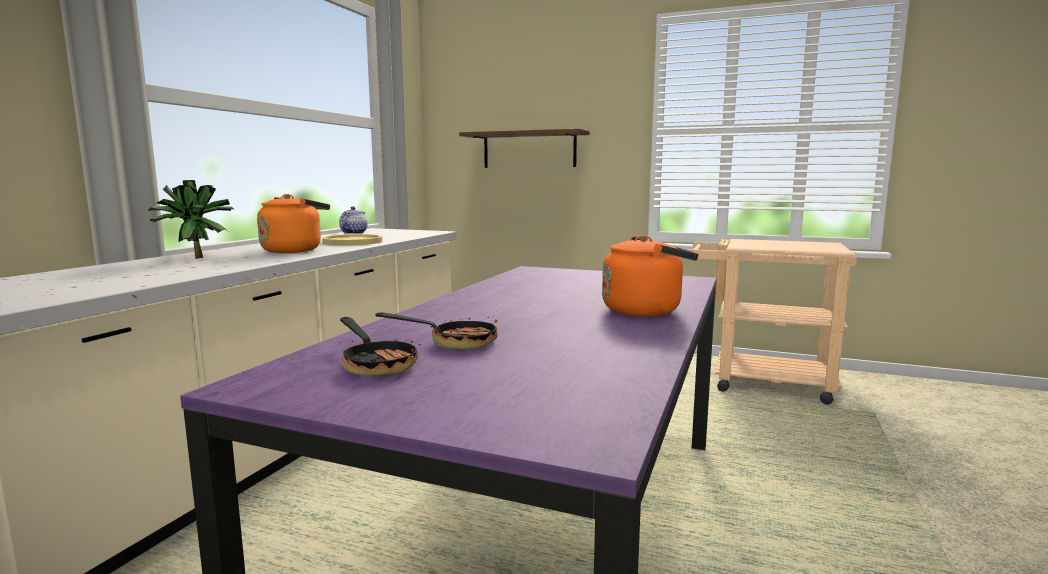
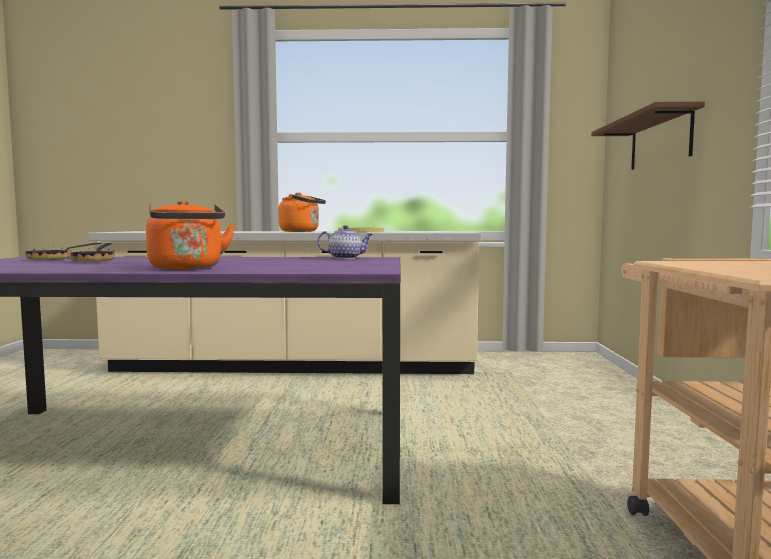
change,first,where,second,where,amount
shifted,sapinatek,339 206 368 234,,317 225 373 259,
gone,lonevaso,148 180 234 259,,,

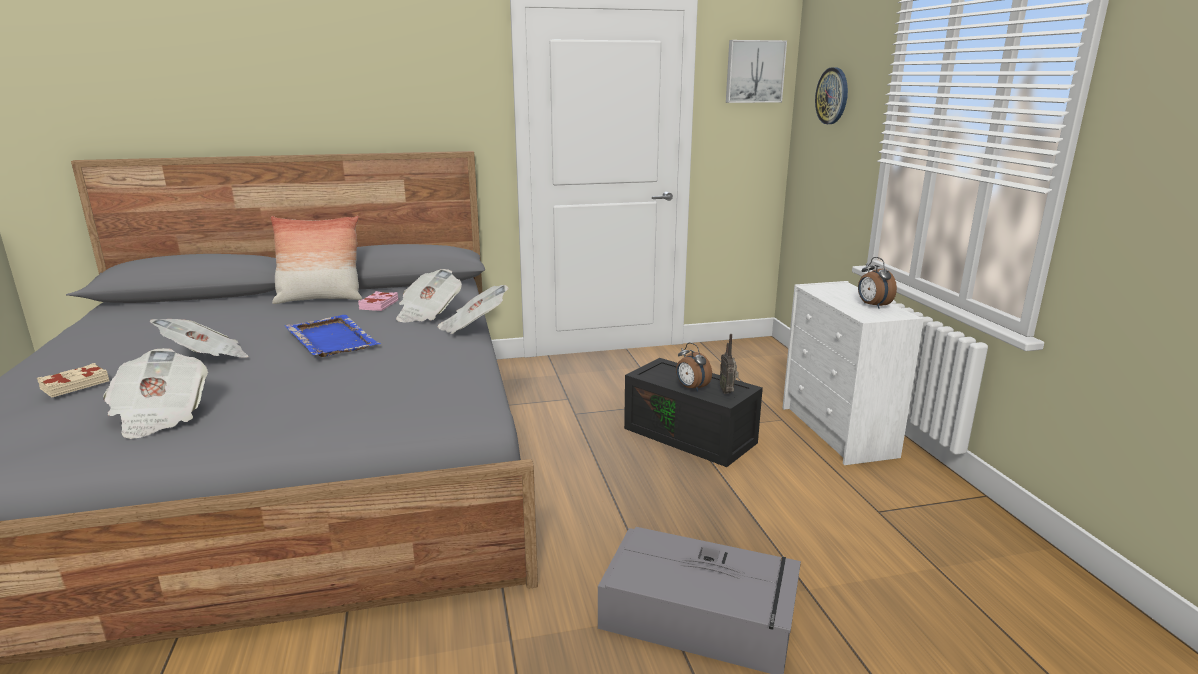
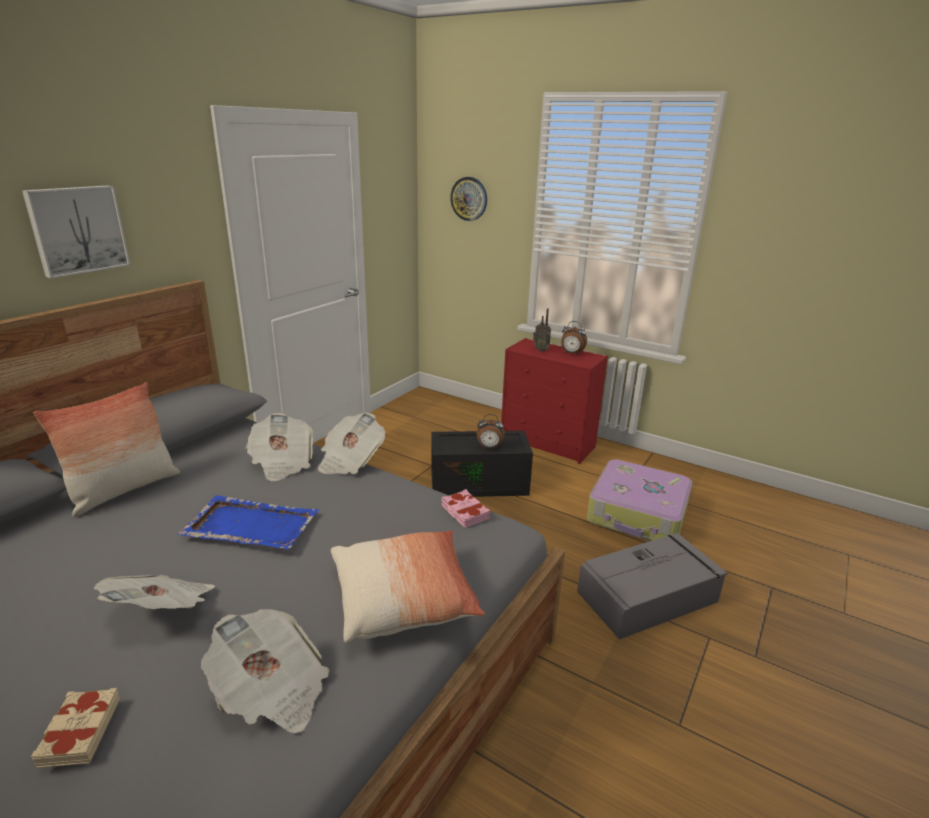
change,first,where,second,where,amount
shifted,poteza,726 40 787 103,,22 185 130 278,
new,,,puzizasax,331 531 485 643,
shifted,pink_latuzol,358 291 398 311,,442 489 490 528,
repainted,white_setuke,783 281 924 465,red_setuke,501 338 608 464,
shifted,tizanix,720 334 739 394,,533 308 551 352,
new,,,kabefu,587 459 692 541,

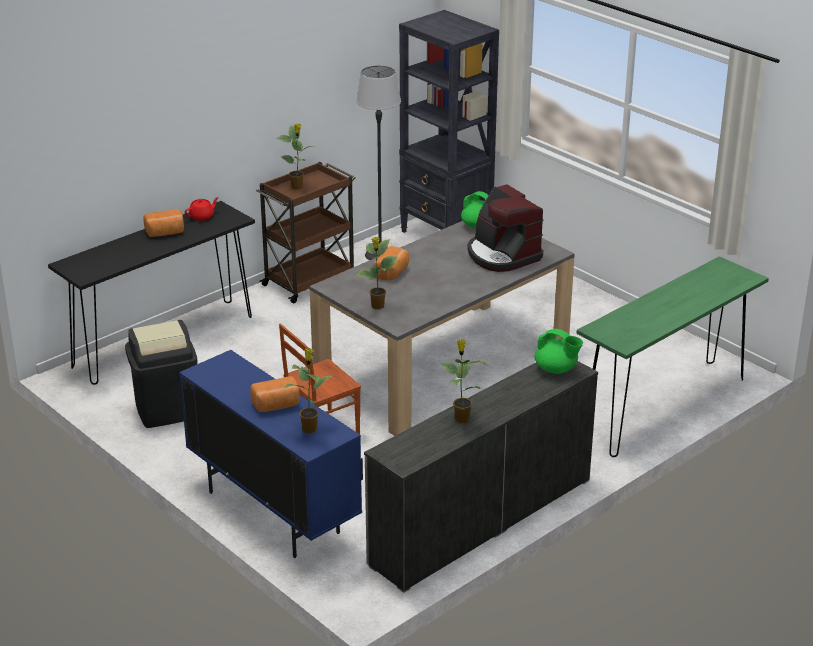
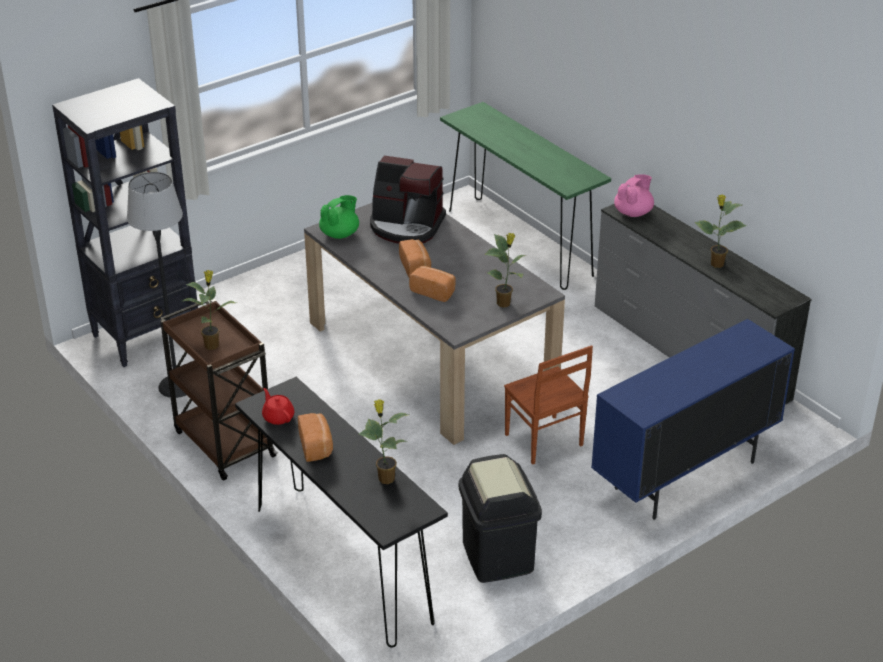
change,first,where,second,where,amount
shifted,lonevaso,284 348 333 433,,359 399 408 484,
rotated,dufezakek,468 184 543 272,,370 156 446 243,45 degrees clockwise
shifted,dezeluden,250 376 300 412,,399 239 431 278,
repainted,green_sapinatek,535 329 583 374,pink_sapinatek,614 174 654 217,

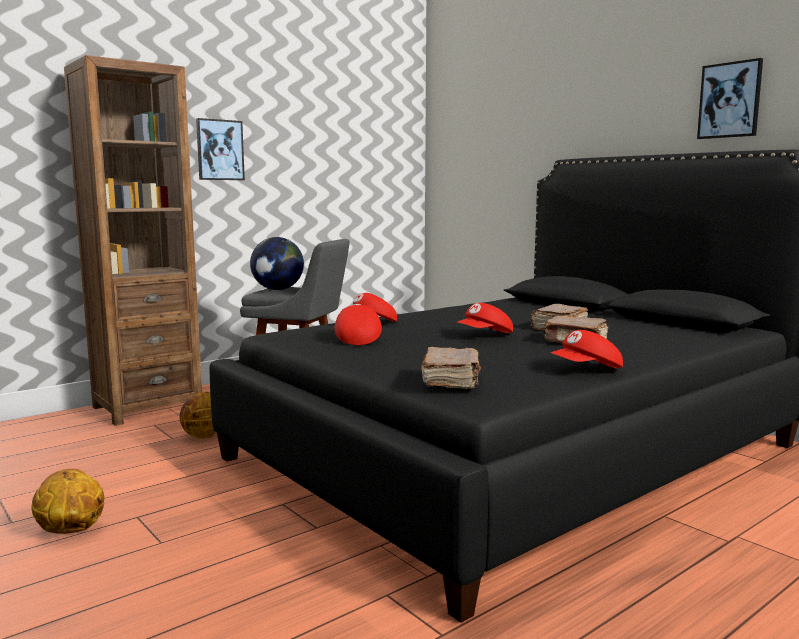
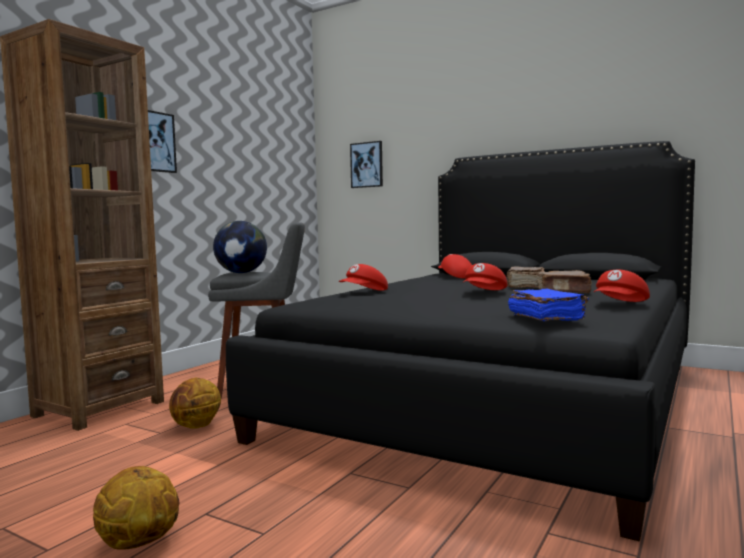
change,first,where,second,where,amount
shifted,poteza,697 58 763 139,,350 141 383 188,
shifted,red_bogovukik,334 304 382 345,,438 254 472 279,
repainted,brown_latuzol,421 347 481 389,blue_latuzol,508 289 589 321,

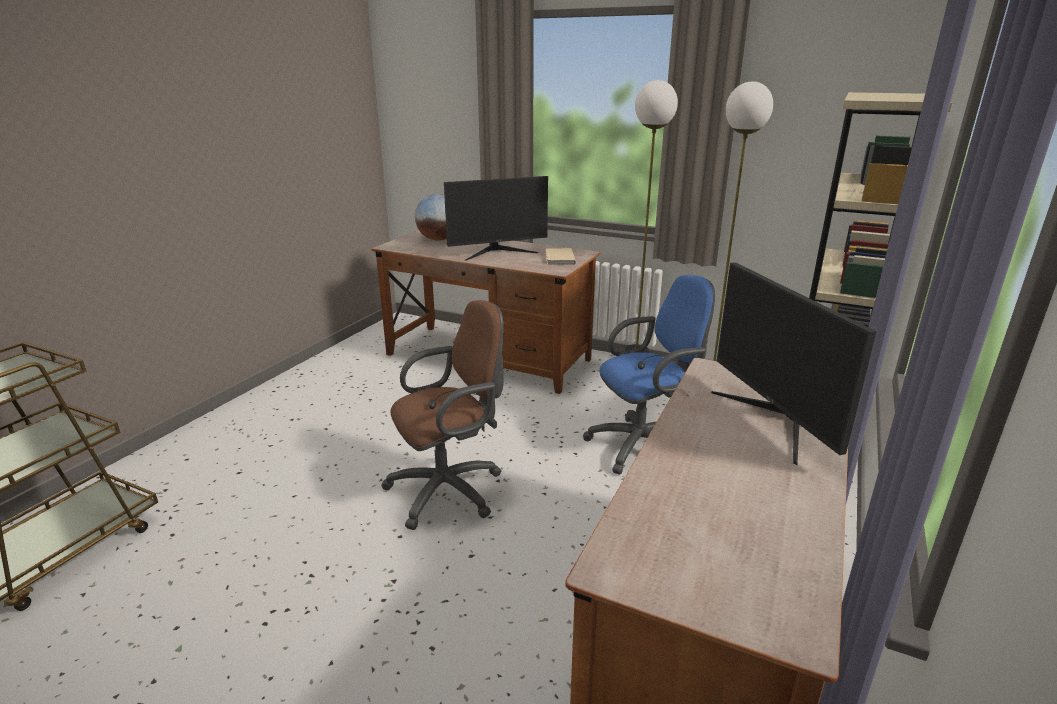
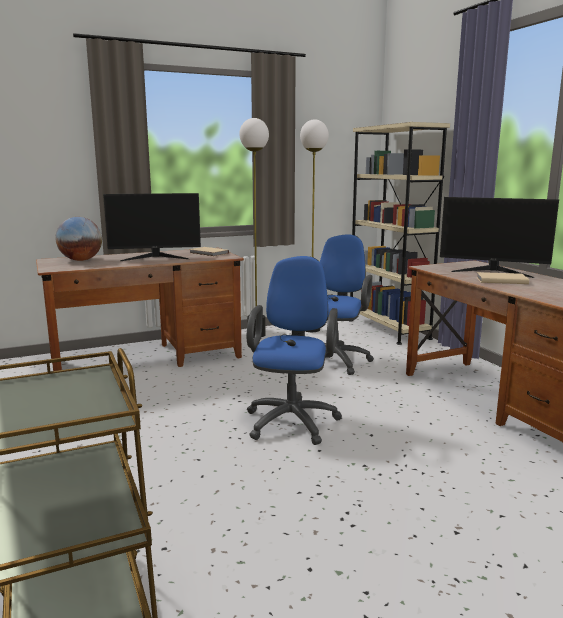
change,first,where,second,where,amount
rotated,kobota,444 176 548 261,,103 193 201 261,60 degrees clockwise
repainted,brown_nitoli,381 300 504 530,blue_nitoli,247 256 342 445,
new,,,beige_latuzol,477 272 529 284,

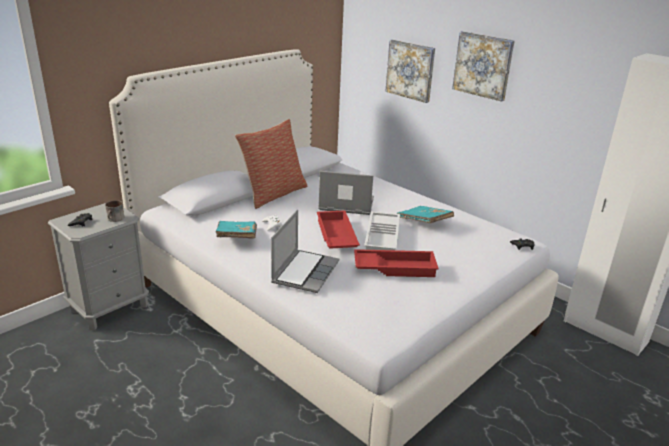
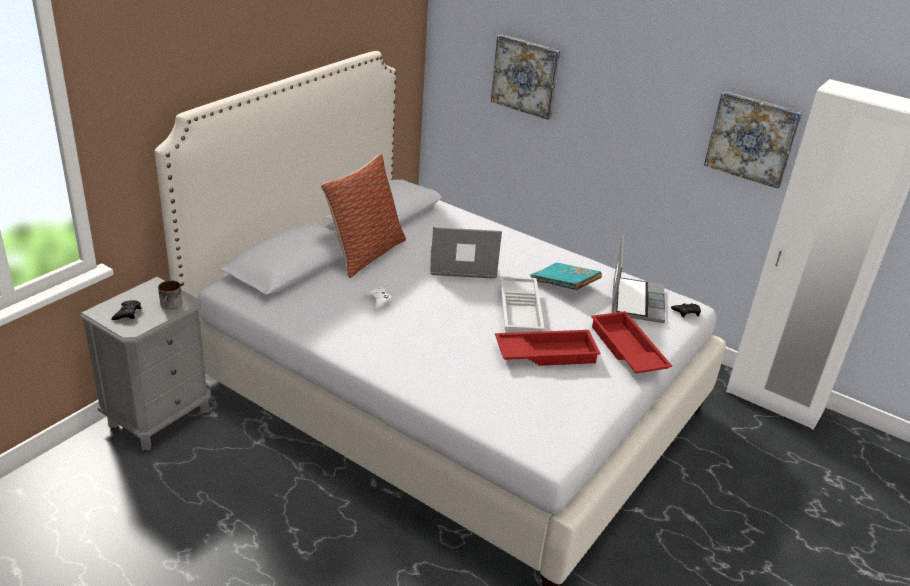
change,first,where,second,where,amount
shifted,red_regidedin,317 210 360 249,,591 311 672 374,
shifted,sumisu,271 210 339 293,,611 234 665 323,
shifted,poteza,452 31 515 102,,704 91 803 189,
gone,turquoise_latuzol,215 221 257 239,,,

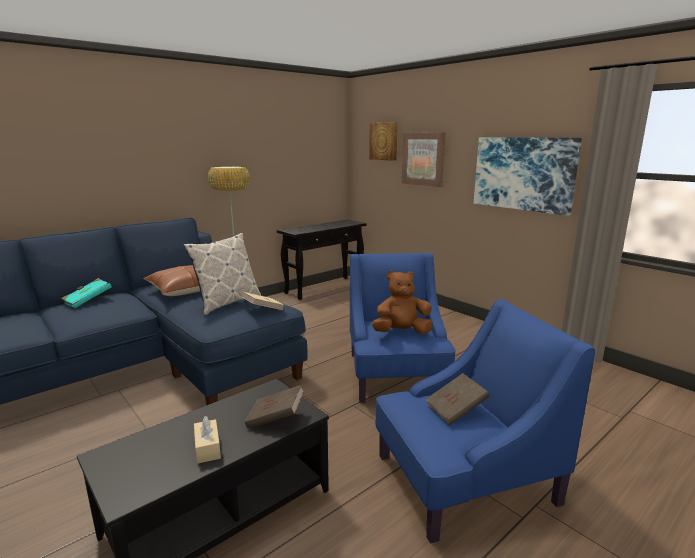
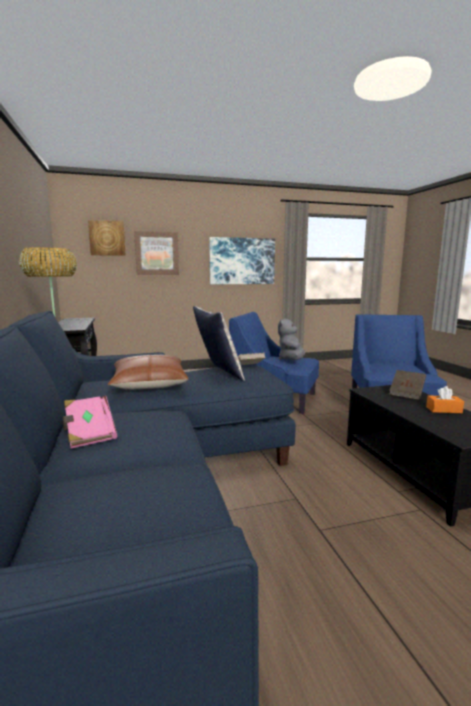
change,first,where,second,where,amount
repainted,turquoise_latuzol,61 278 112 308,pink_latuzol,63 396 117 449,
repainted,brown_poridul,372 271 433 334,grey_poridul,278 318 305 360,
repainted,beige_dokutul,194 416 221 464,orange_dokutul,426 386 464 413,
gone,brown_latuzol,425 373 490 425,,,

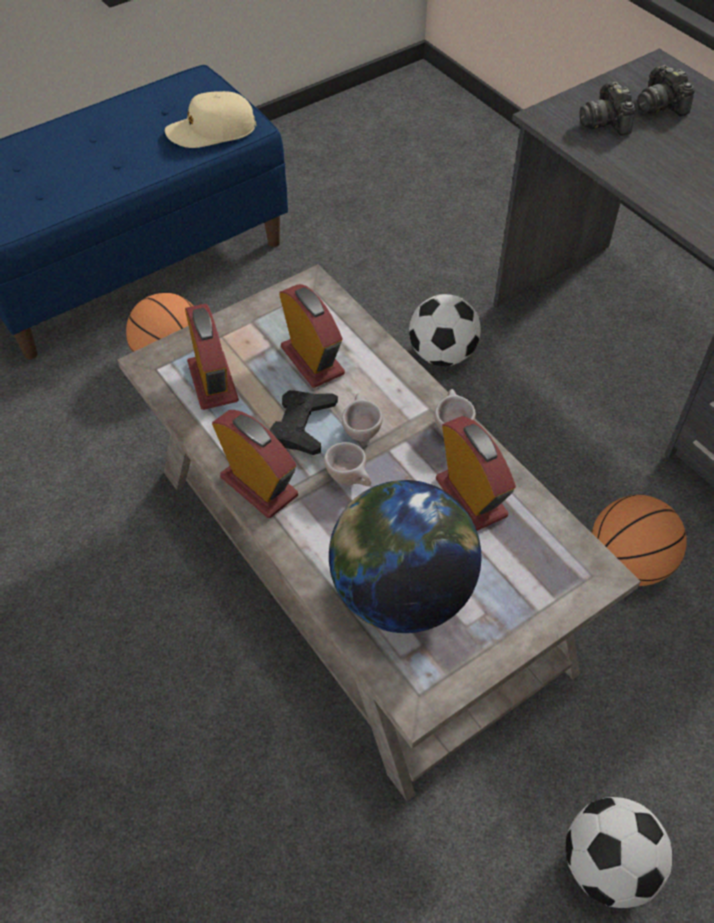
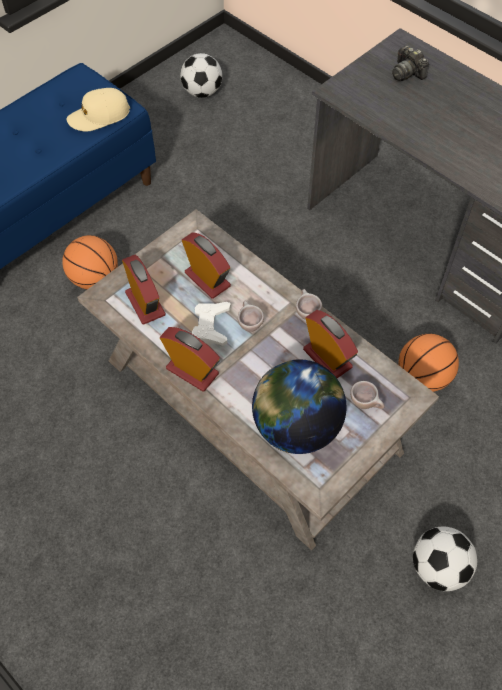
change,first,where,second,where,amount
shifted,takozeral,409 294 481 366,,180 53 222 98,
repainted,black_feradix,270 390 338 455,white_feradix,192 302 231 345,
shifted,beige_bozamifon,324 442 371 486,,350 381 384 409,
gone,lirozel,579 81 635 136,,,

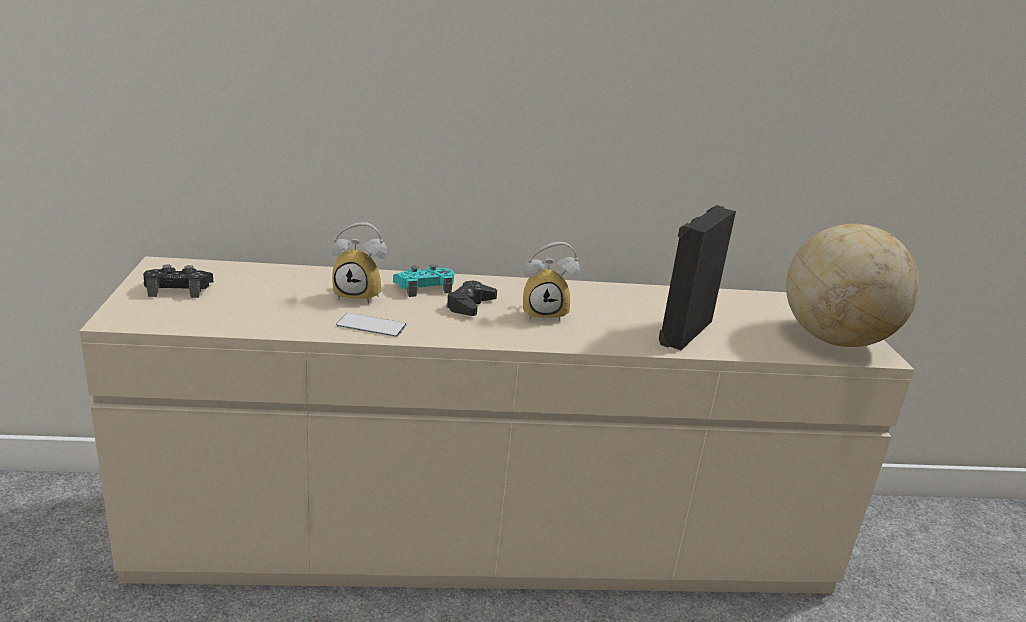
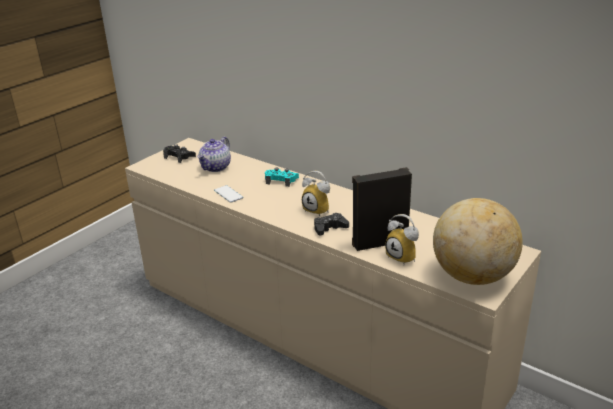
change,first,where,second,where,amount
new,,,sapinatek,197 137 231 172,
shifted,black_feradix,446 281 497 316,,314 213 349 235,
shifted,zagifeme,332 222 387 304,,385 214 419 264,

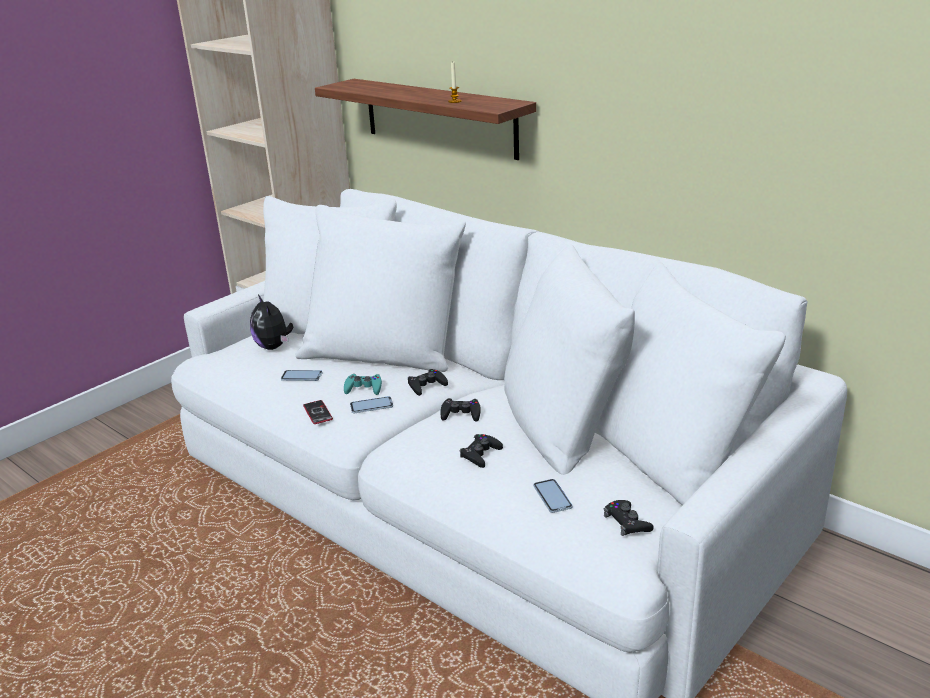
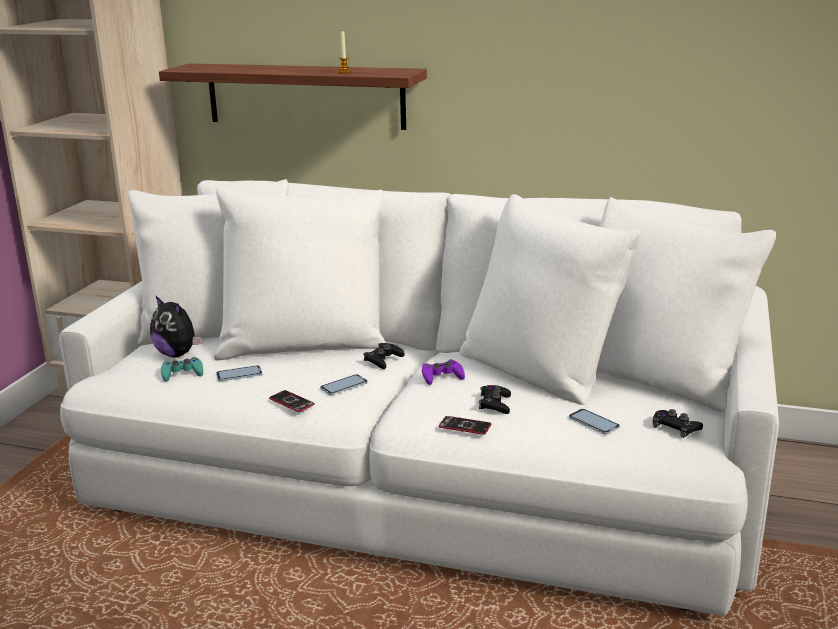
change,first,where,second,where,amount
shifted,turquoise_feradix,344 374 382 395,,161 357 203 382,
repainted,black_feradix,441 398 481 421,purple_feradix,422 359 465 385,
new,,,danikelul,439 416 491 435,

